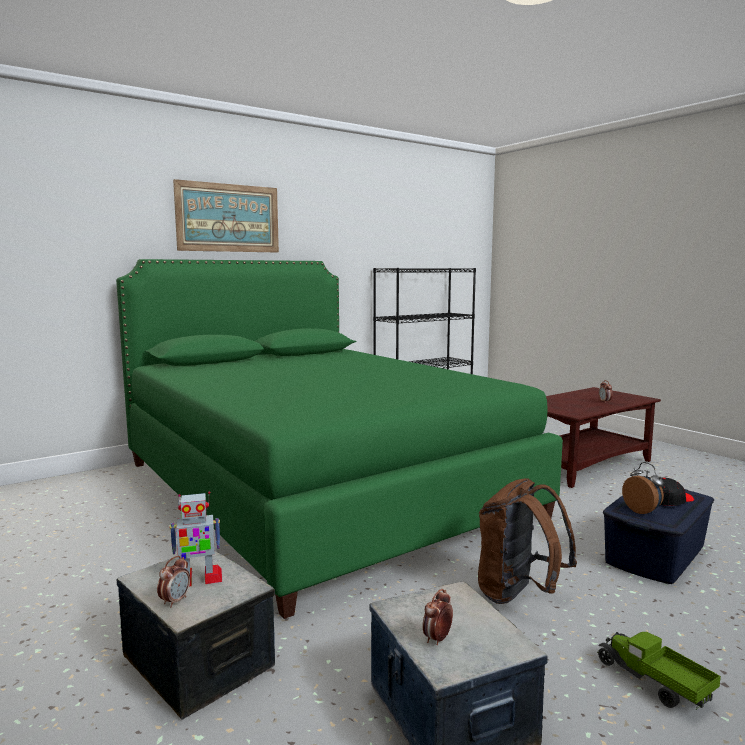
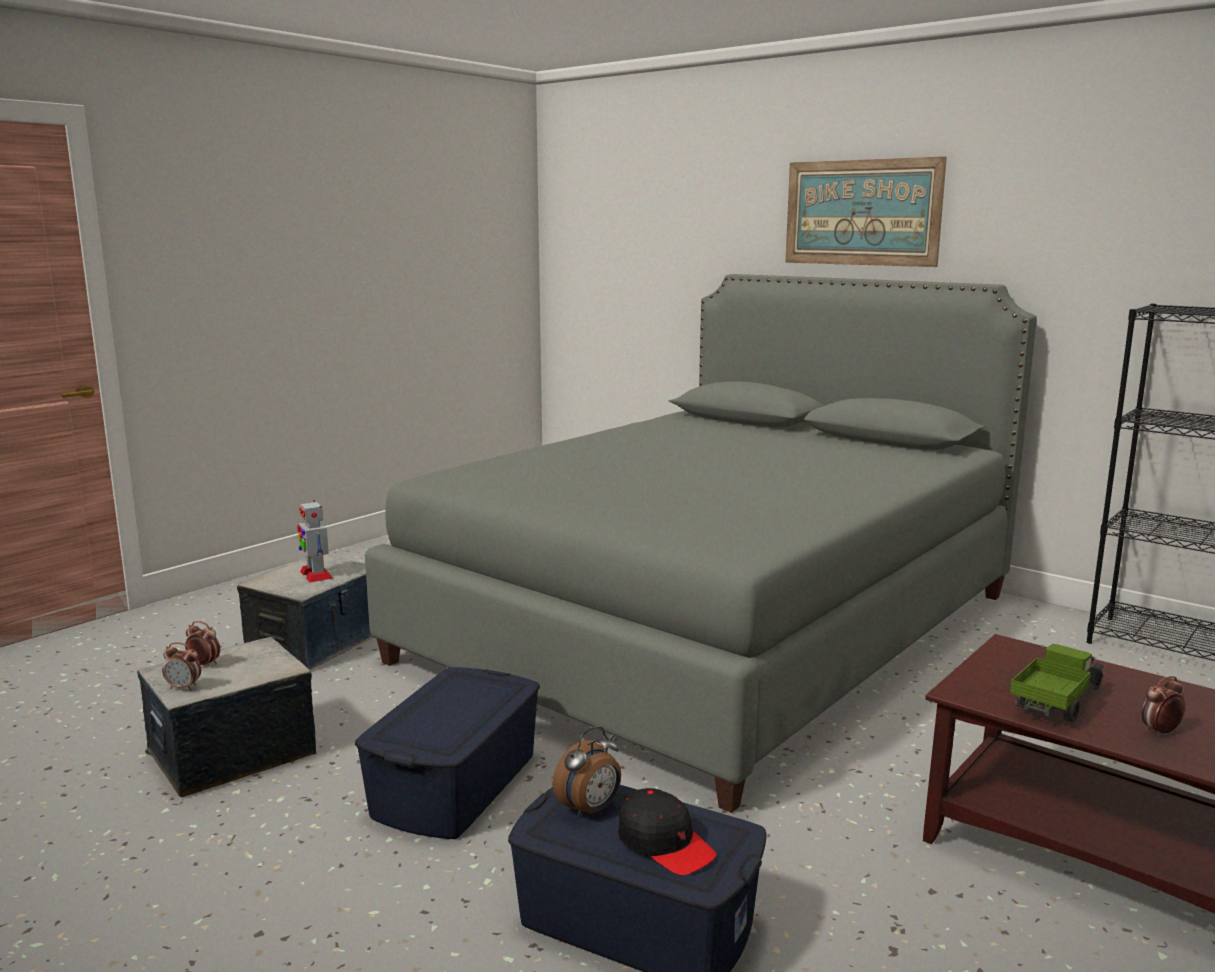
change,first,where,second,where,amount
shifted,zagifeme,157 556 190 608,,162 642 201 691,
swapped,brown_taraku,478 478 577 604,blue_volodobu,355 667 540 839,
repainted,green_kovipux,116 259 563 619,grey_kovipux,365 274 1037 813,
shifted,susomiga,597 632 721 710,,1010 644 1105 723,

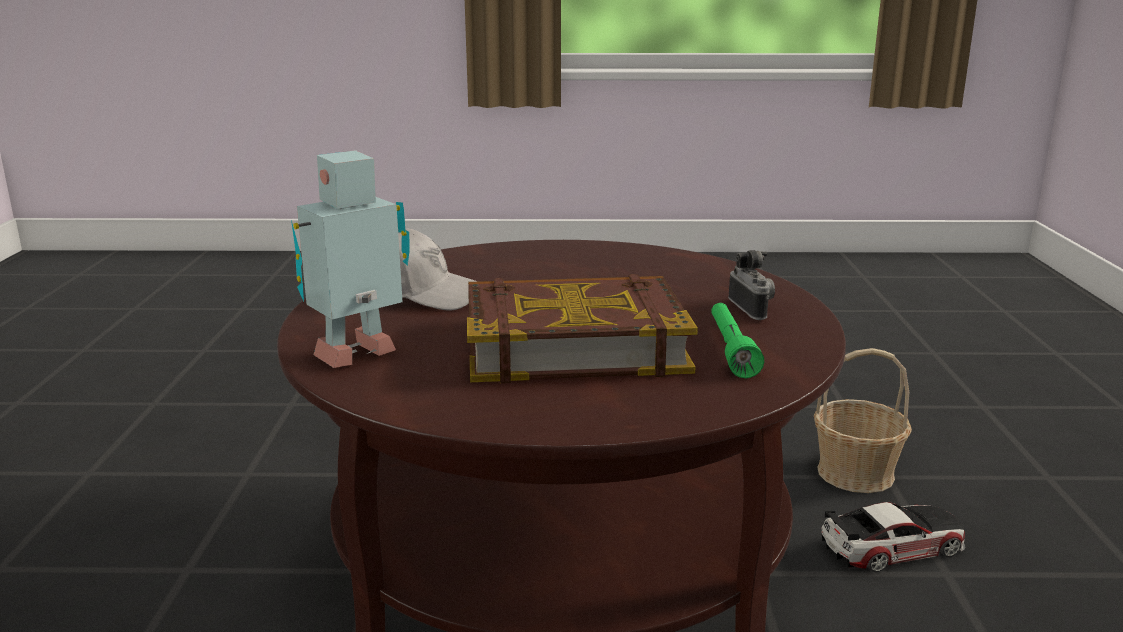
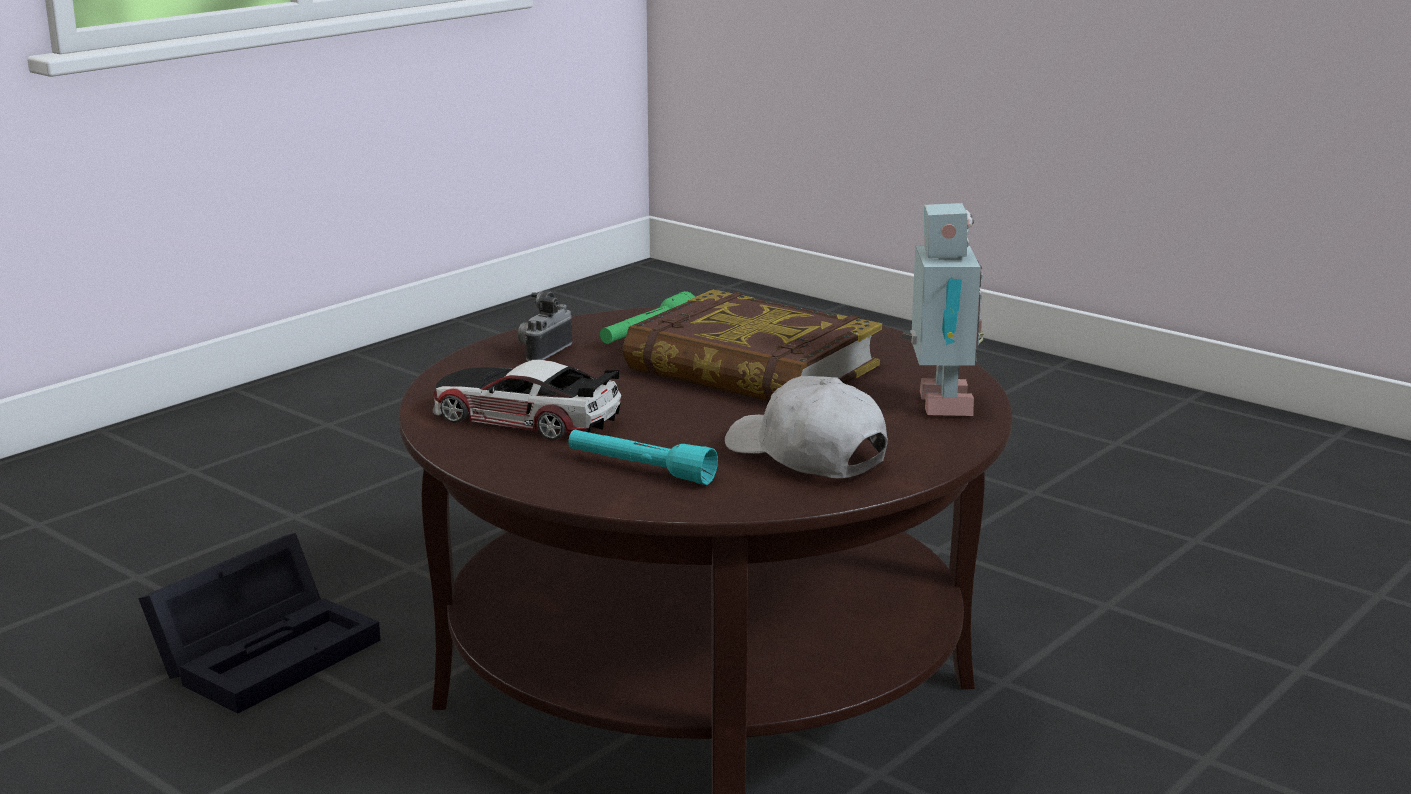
change,first,where,second,where,amount
swapped,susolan,814 348 912 493,black_volodobu,138 533 380 714,
shifted,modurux,821 502 965 572,,432 359 621 440,
new,,,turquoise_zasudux,568 430 718 485,
rotated,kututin,291 150 410 368,,902 203 984 416,90 degrees counterclockwise

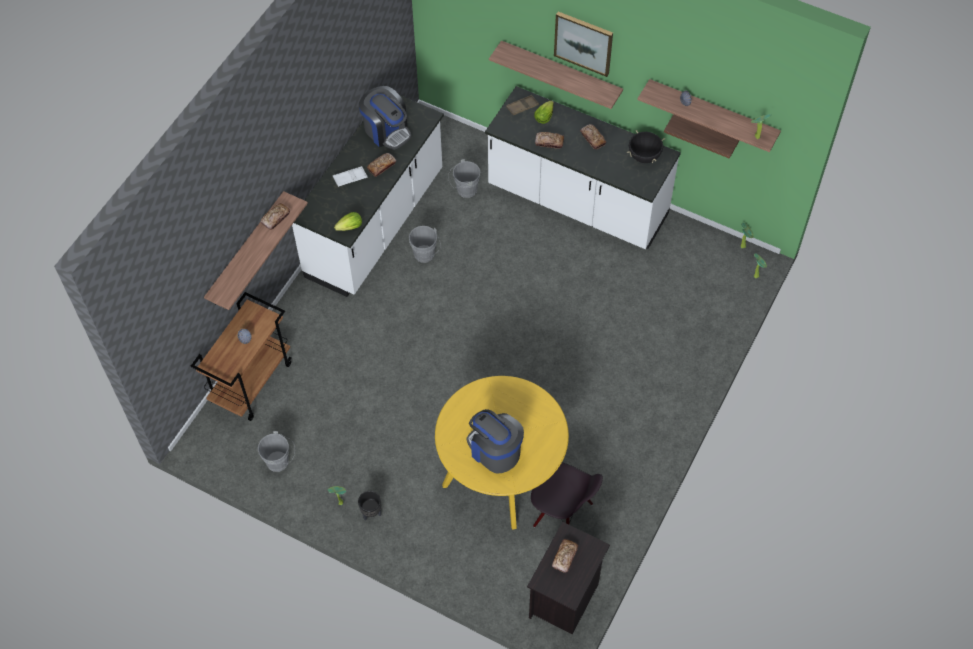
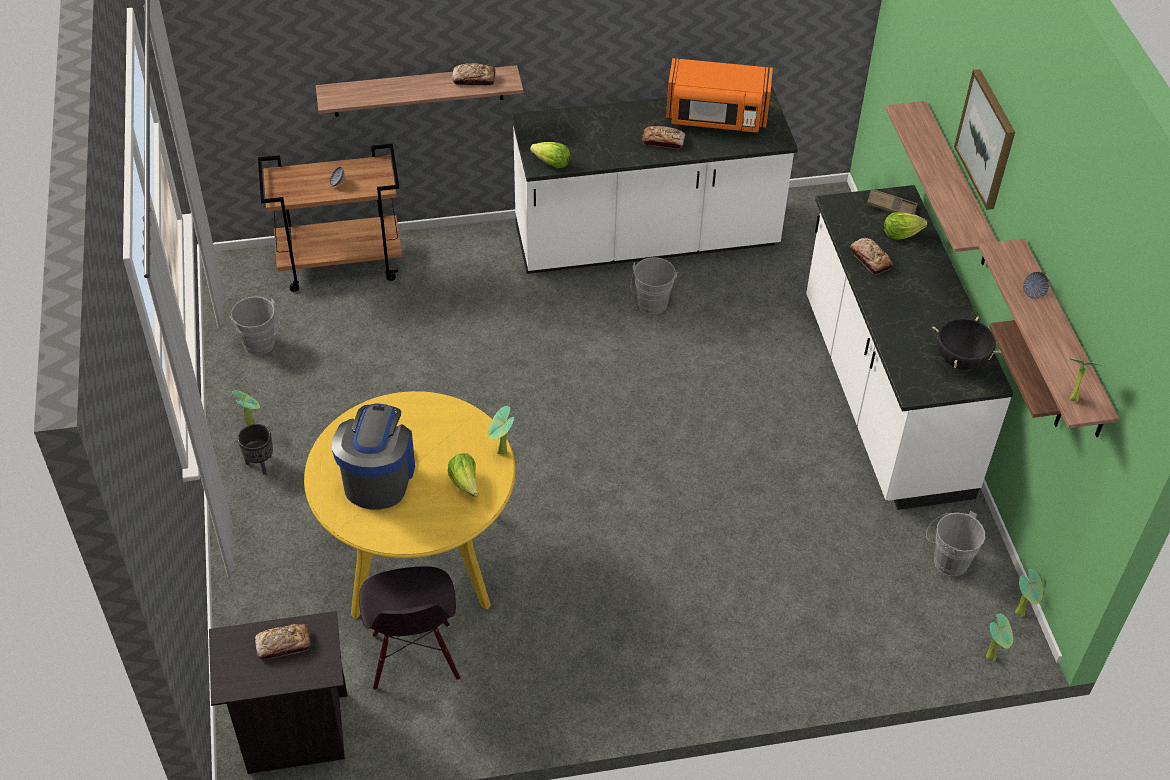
change,first,where,second,where,amount
new,,,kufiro,448 453 479 497,
new,,,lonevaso,488 406 514 454,
swapped,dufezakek,359 86 411 150,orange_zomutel,666 58 773 133,
shifted,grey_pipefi,448 159 480 198,,926 511 985 576,
gone,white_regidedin,333 166 367 187,,,
gone,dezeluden,580 124 606 149,,,

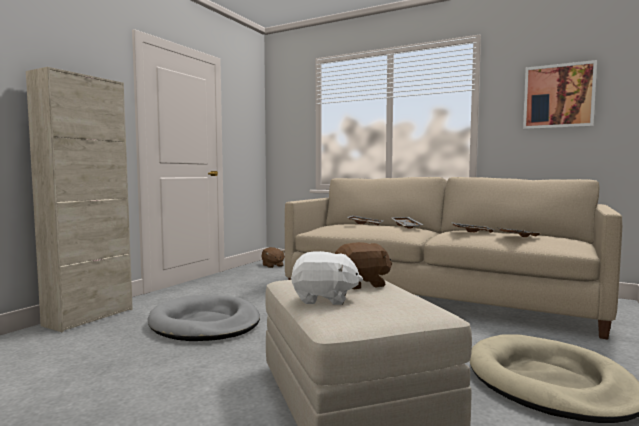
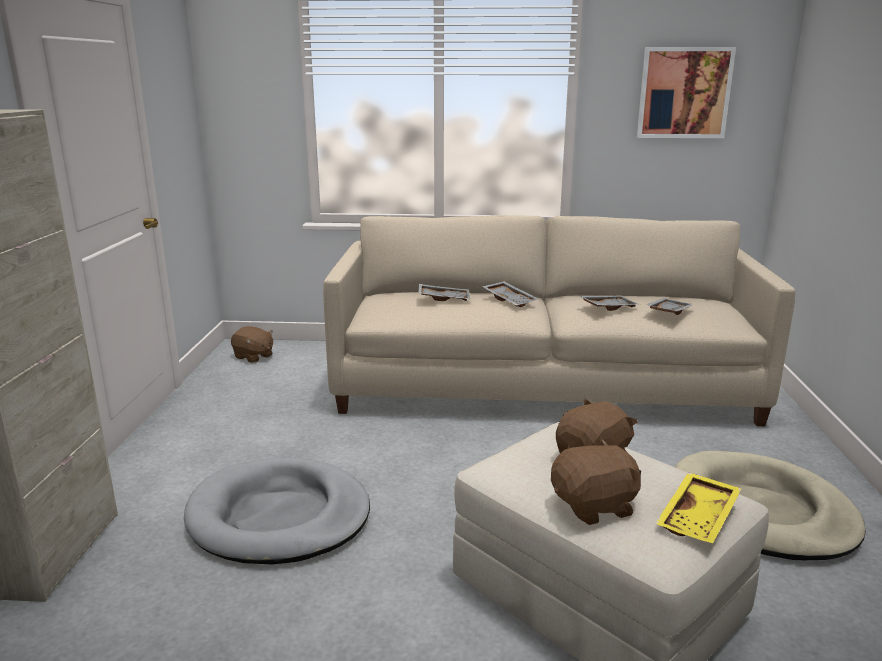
change,first,where,second,where,amount
repainted,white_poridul,291 251 363 305,brown_poridul,551 439 641 525,
new,,,yellow_regidedin,655 472 742 543,

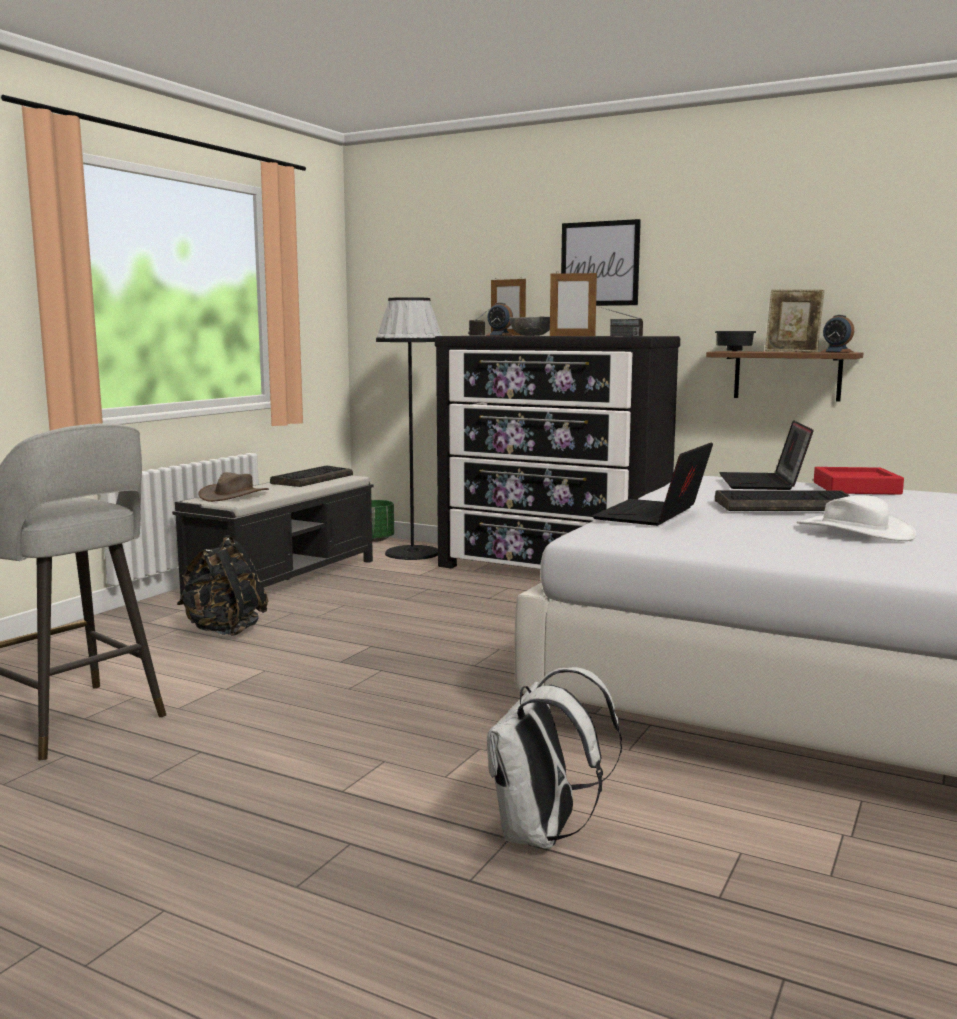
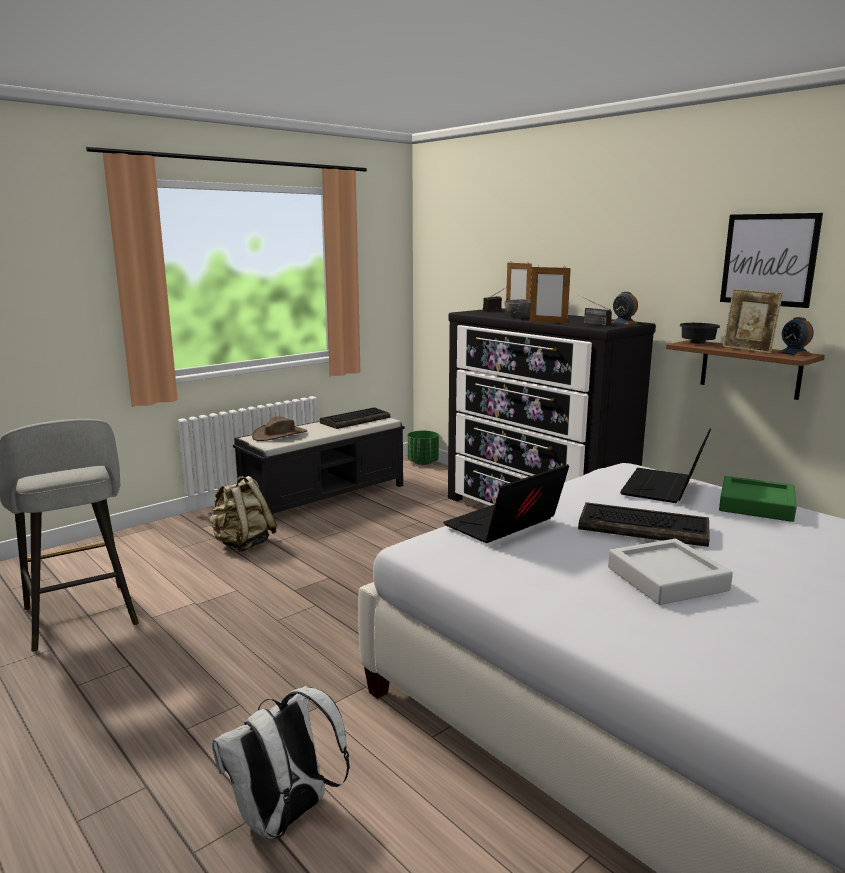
change,first,where,second,where,amount
repainted,black_taraku,177 535 269 636,beige_taraku,208 476 277 552,
swapped,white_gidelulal,797 495 916 541,grey_regidedin,608 539 733 605,
shifted,zagifeme,486 302 514 336,,611 292 638 325,
repainted,red_regidedin,814 467 904 495,green_regidedin,719 476 797 522,
shifted,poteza,561 219 641 306,,720 213 823 308,
gone,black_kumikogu,376 297 442 560,,,

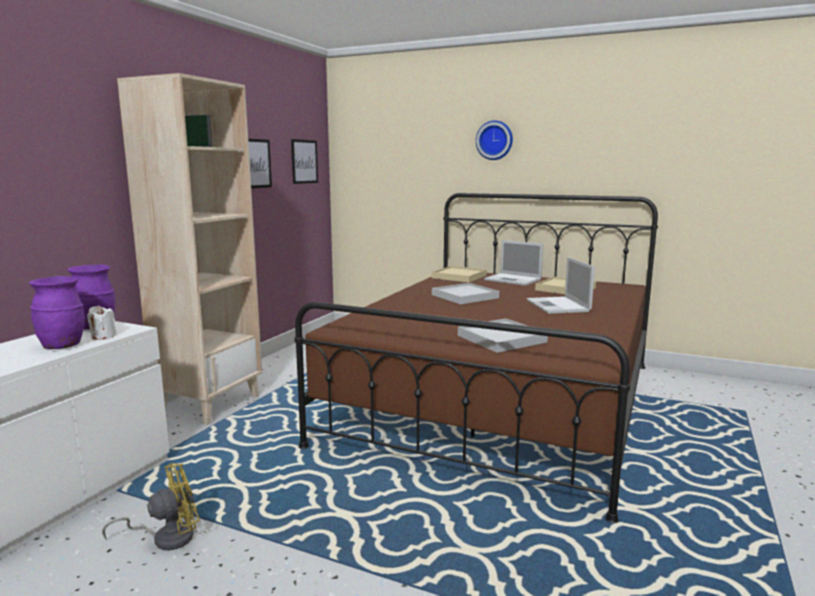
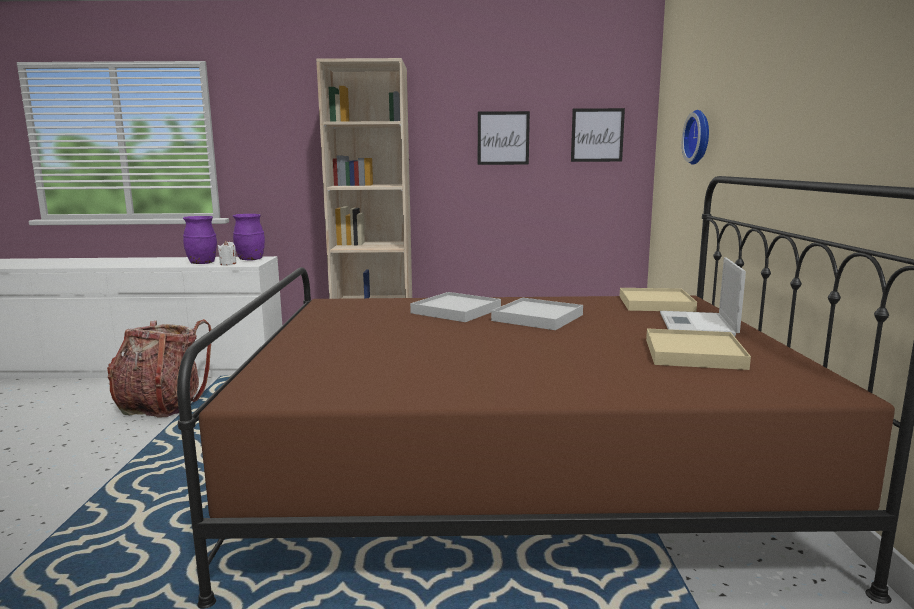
change,first,where,second,where,amount
swapped,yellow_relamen,102 463 200 550,taraku,107 319 211 418,
shifted,white_regidedin,458 318 548 353,,410 292 501 322,
shifted,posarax,476 121 513 160,,682 110 709 165,
gone,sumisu,527 257 595 314,,,

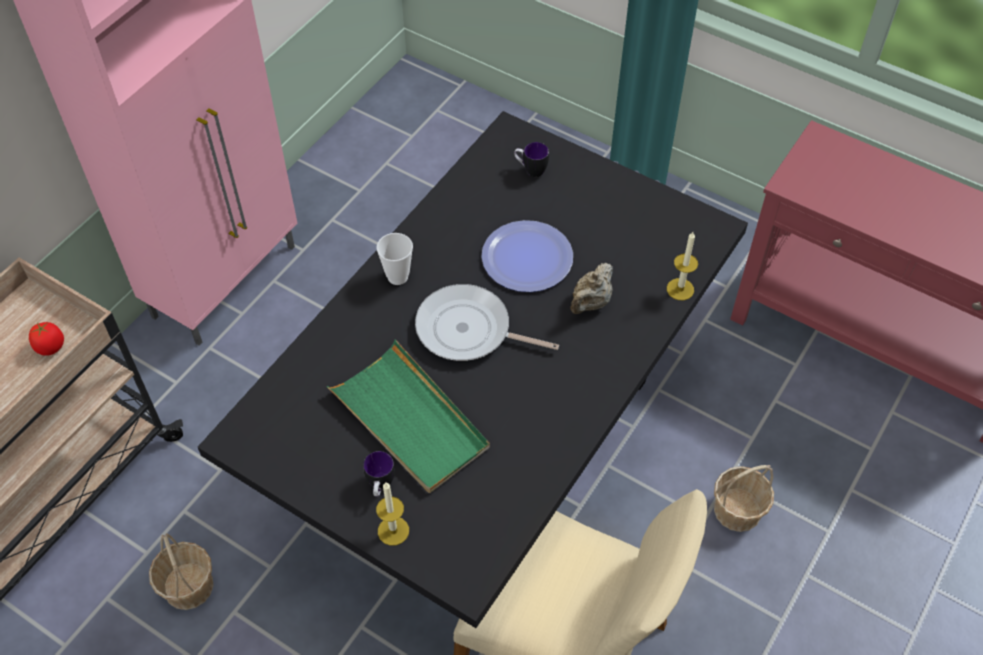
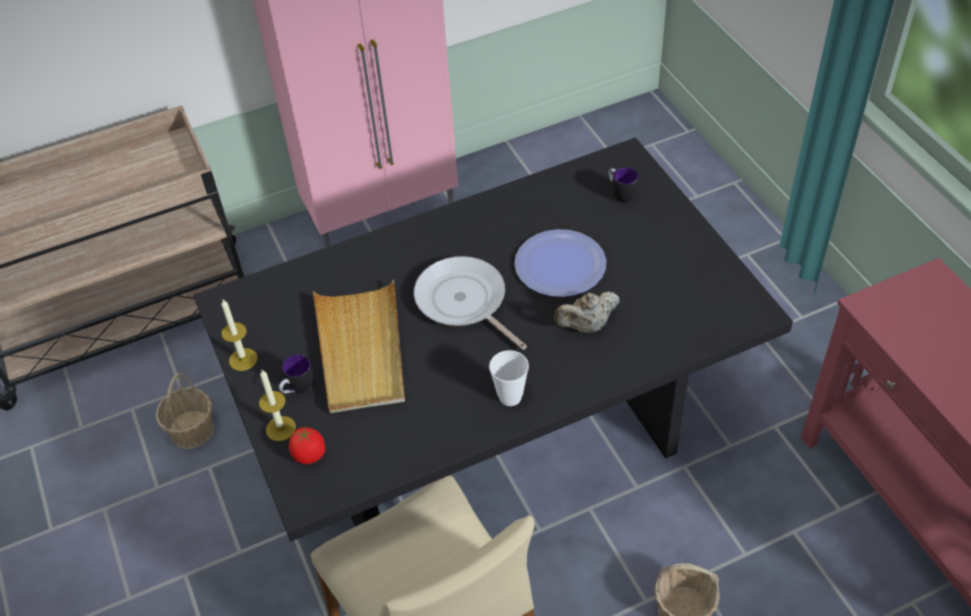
change,first,where,second,where,amount
shifted,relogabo,667 232 698 300,,221 300 258 371,
shifted,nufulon,29 322 64 356,,289 427 325 464,
repainted,green_regidedin,327 339 490 493,beige_regidedin,313 280 405 413,
shifted,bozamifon,376 233 413 285,,489 350 529 406,

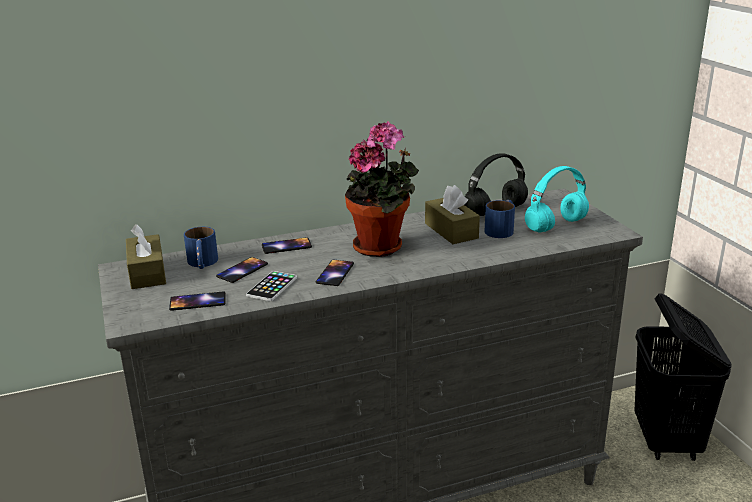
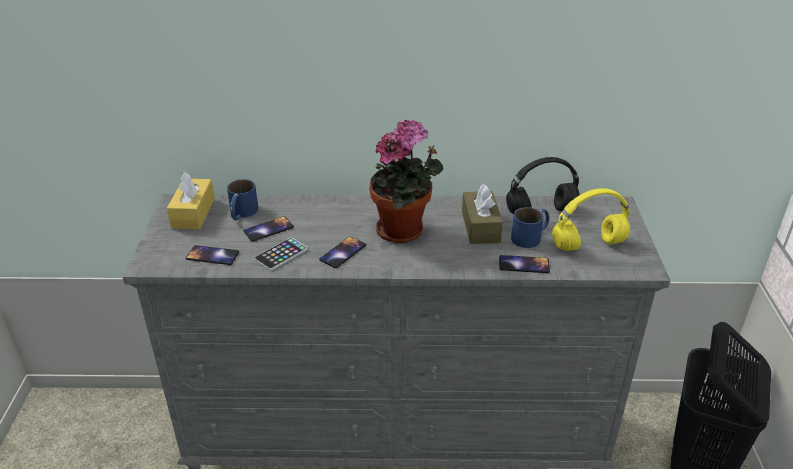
change,first,where,second,where,amount
repainted,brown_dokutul,126 224 166 289,yellow_dokutul,167 172 215 229,
shifted,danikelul,262 237 312 254,,499 255 550 273,
repainted,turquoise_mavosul,525 166 589 233,yellow_mavosul,552 188 630 251,

